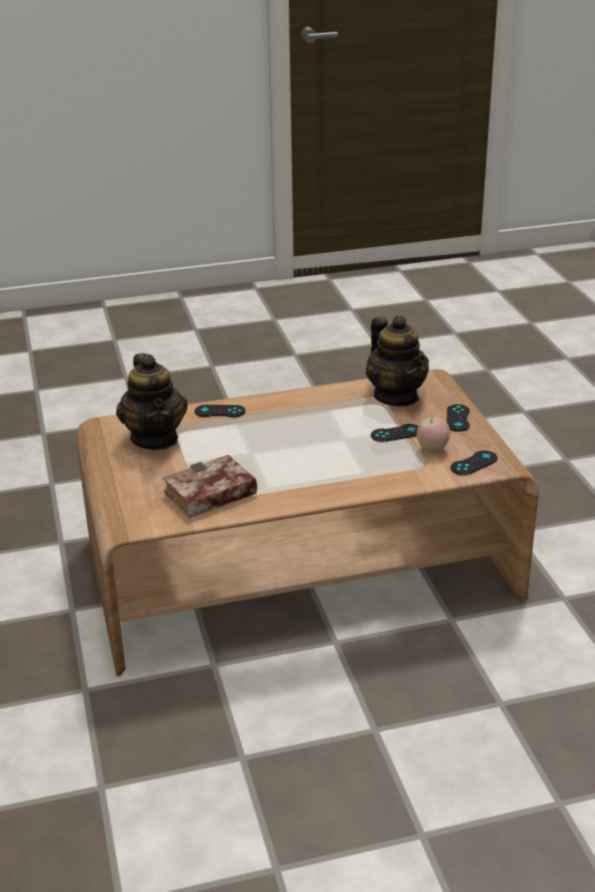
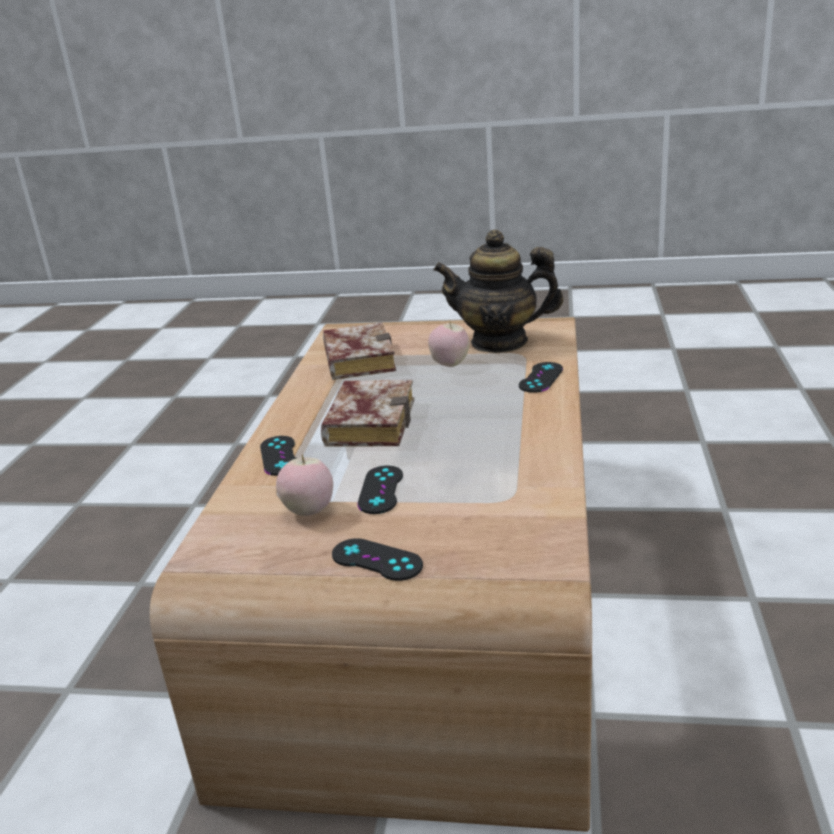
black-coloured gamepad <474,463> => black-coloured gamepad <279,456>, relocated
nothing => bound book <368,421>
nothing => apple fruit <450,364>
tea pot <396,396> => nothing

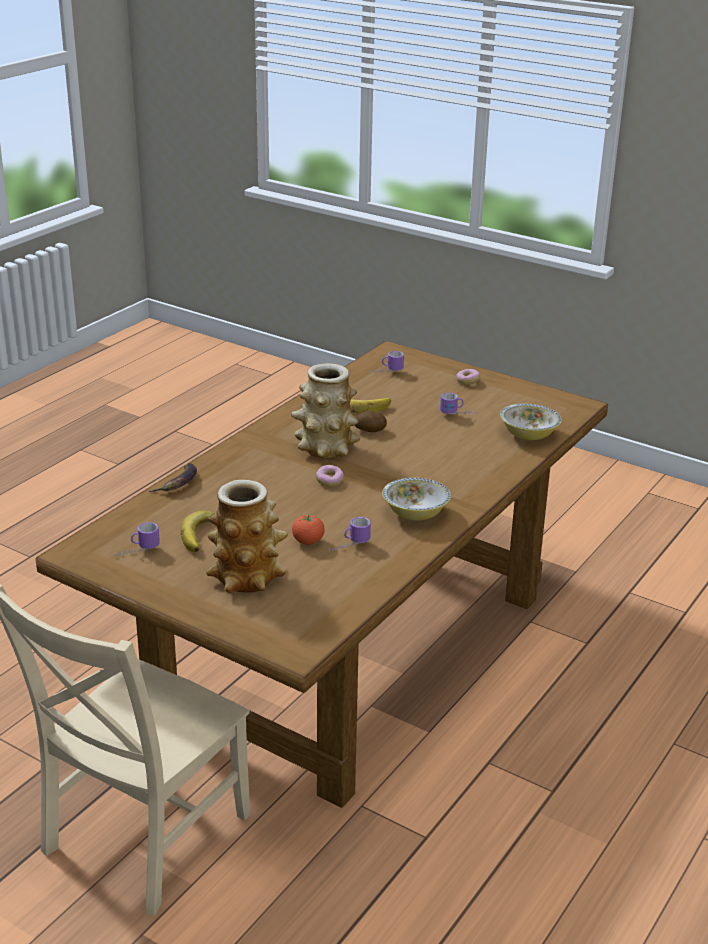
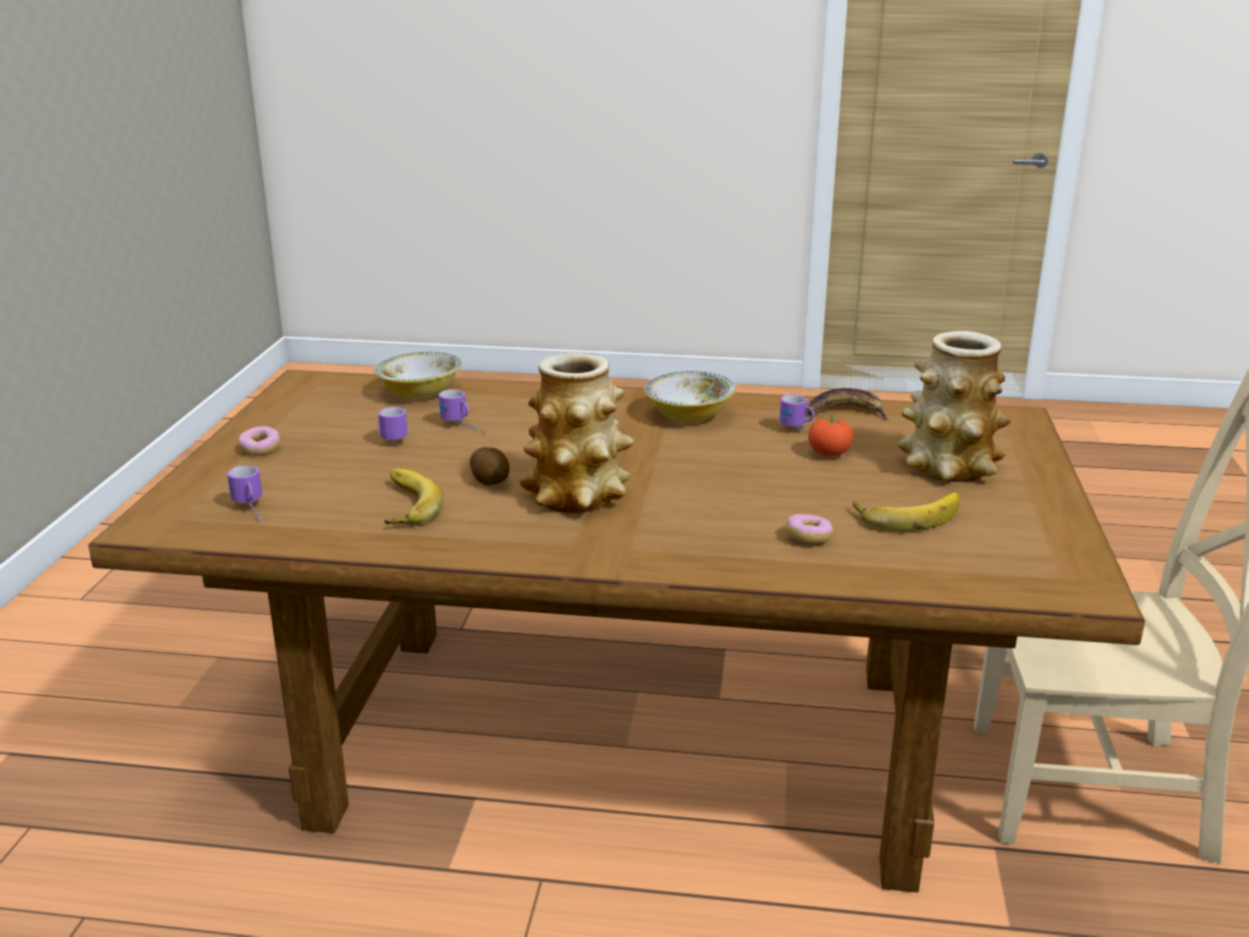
tea mug <137,551> => tea mug <464,428>, relocated
ring doughnut <329,481> => ring doughnut <808,538>, relocated
banana fruit <178,483> => banana fruit <845,412>, relocated

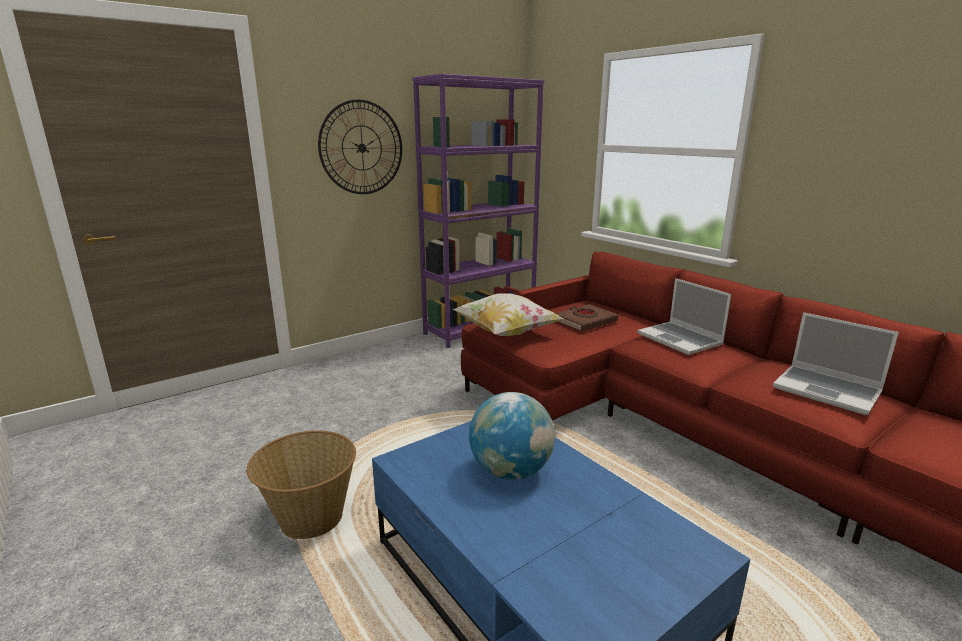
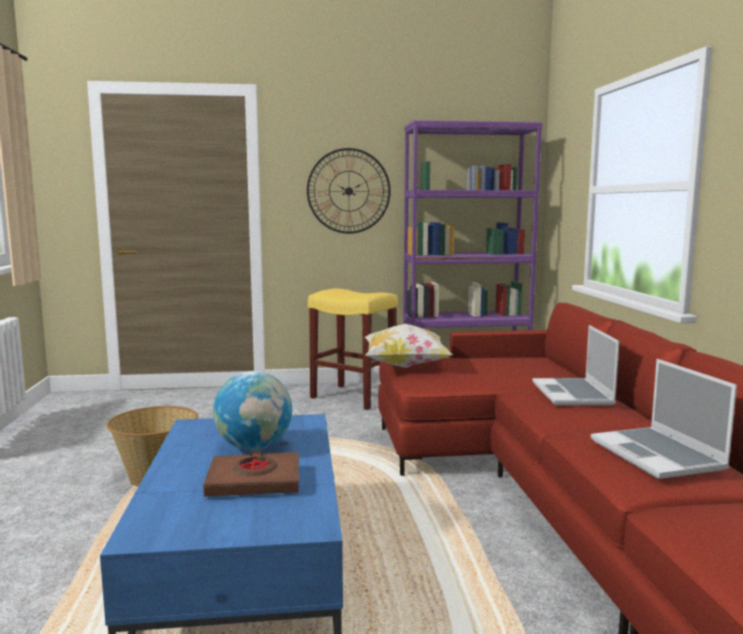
brown bound book <585,322> => brown bound book <254,481>, relocated
nothing => yellowish stool <354,397>

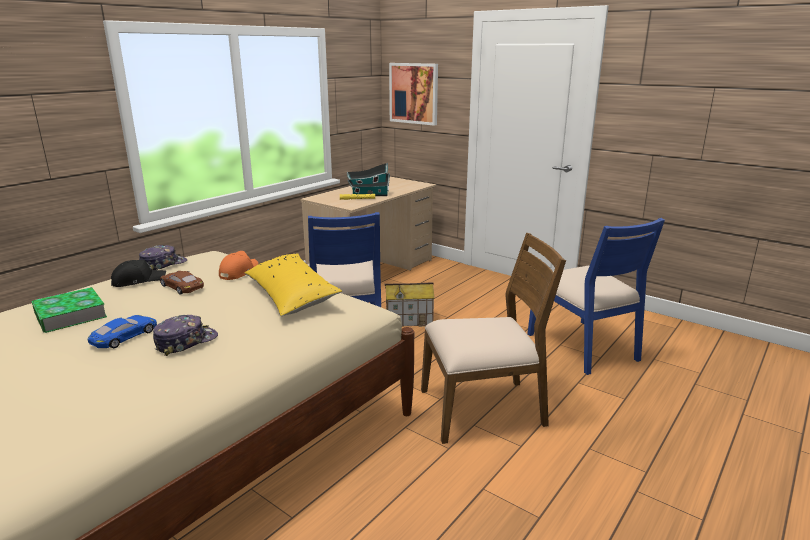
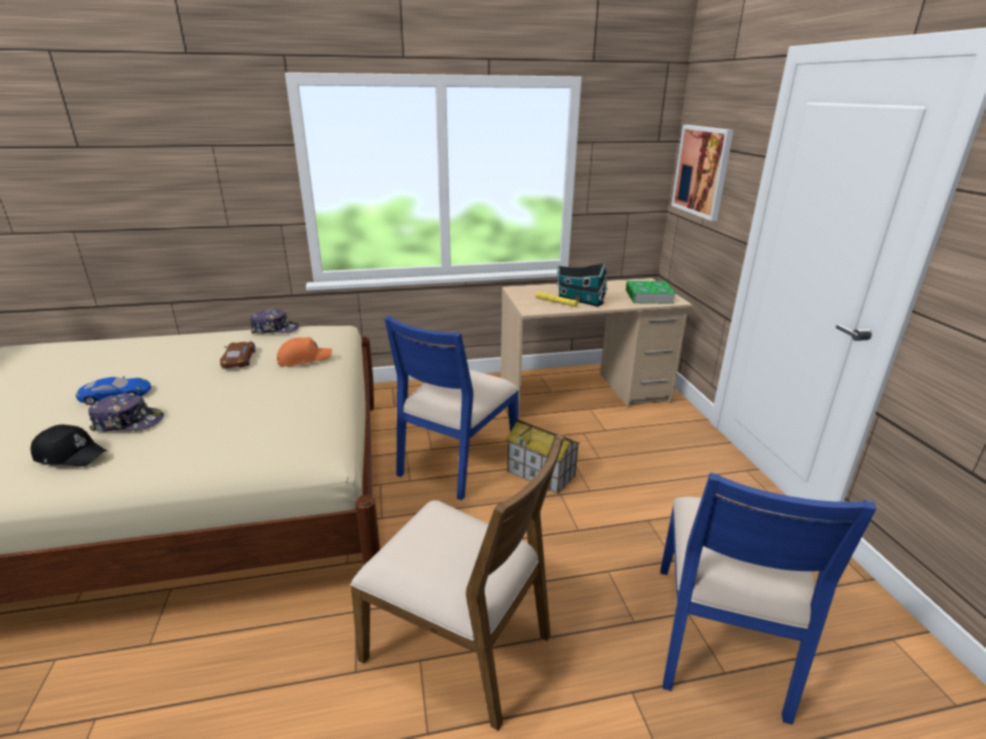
black-coloured baseball cap <138,280> => black-coloured baseball cap <71,454>, relocated
bound book <70,315> => bound book <648,296>, relocated
yellowish pillow <291,295> => nothing

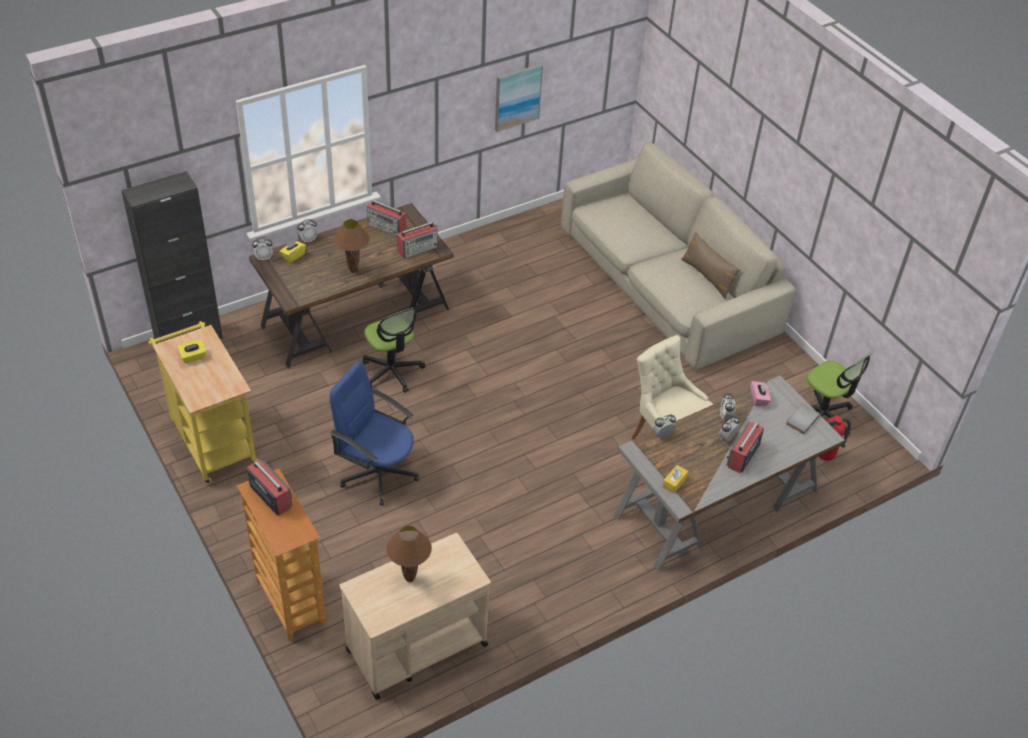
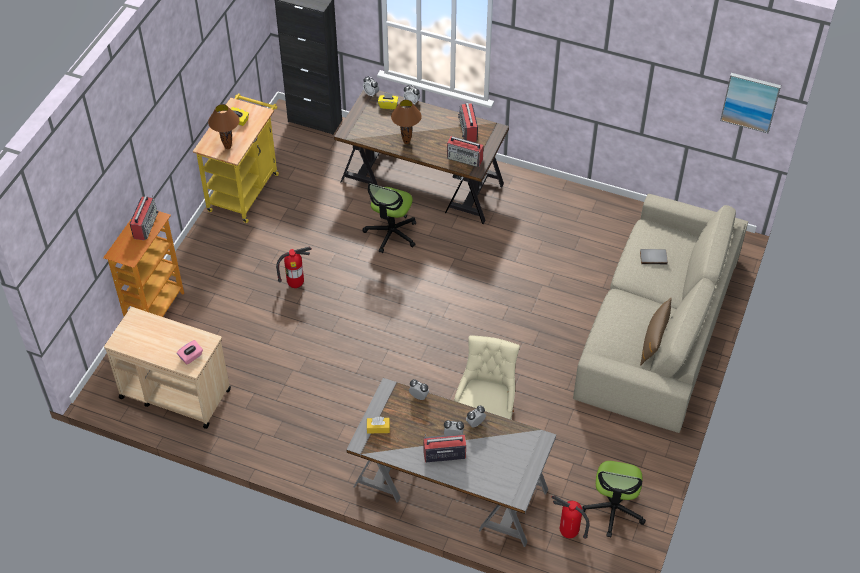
pink-coloured tissue holder <758,398> => pink-coloured tissue holder <191,357>, relocated
brown table lamp <409,579> => brown table lamp <227,147>, relocated
bluish computer chair <377,473> => fire-fighting cylinder <296,284>
grey bound book <801,419> => grey bound book <653,257>, relocated
wall picture <517,96> => wall picture <750,102>, relocated

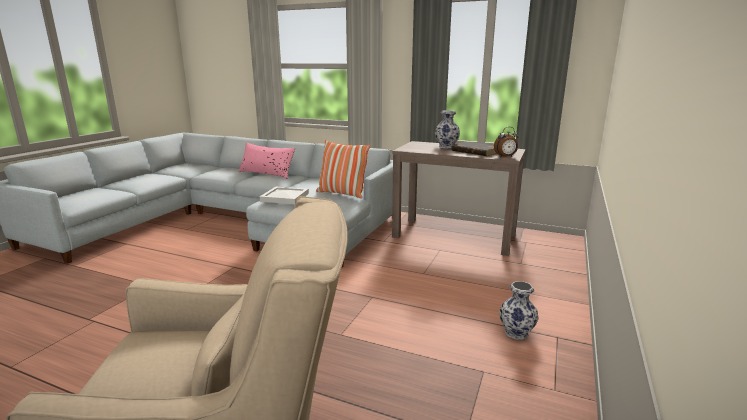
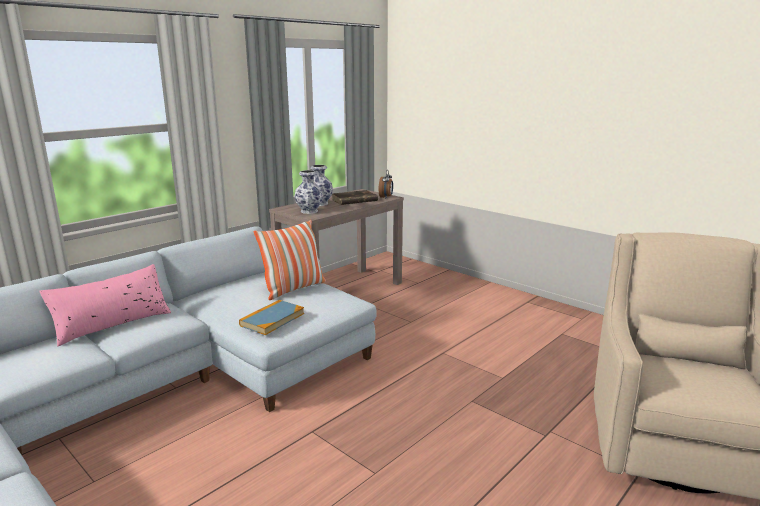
whitish carrying tray <284,197> => bound book <272,319>
flower vase <516,332> => flower vase <309,211>, relocated

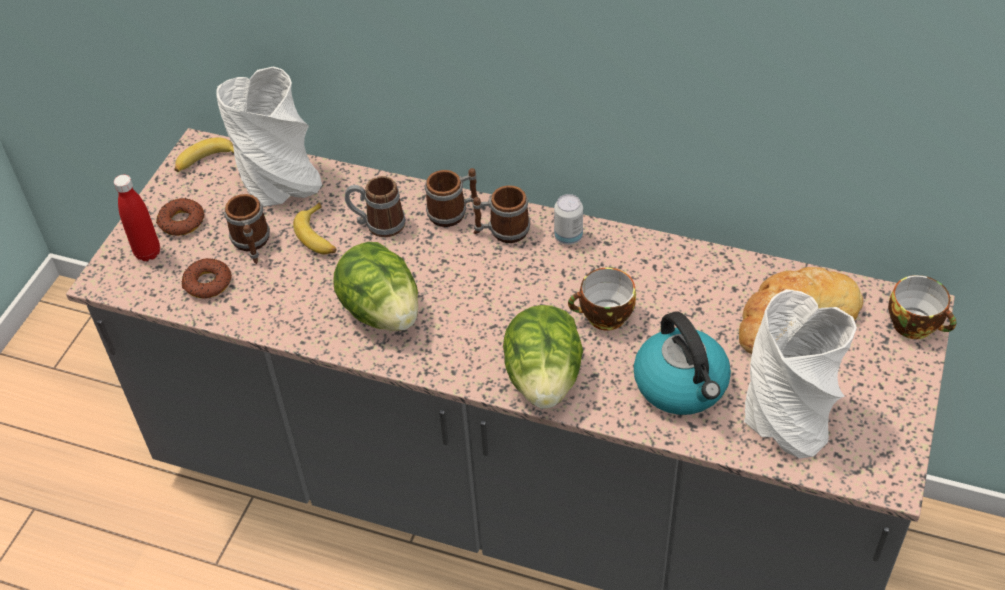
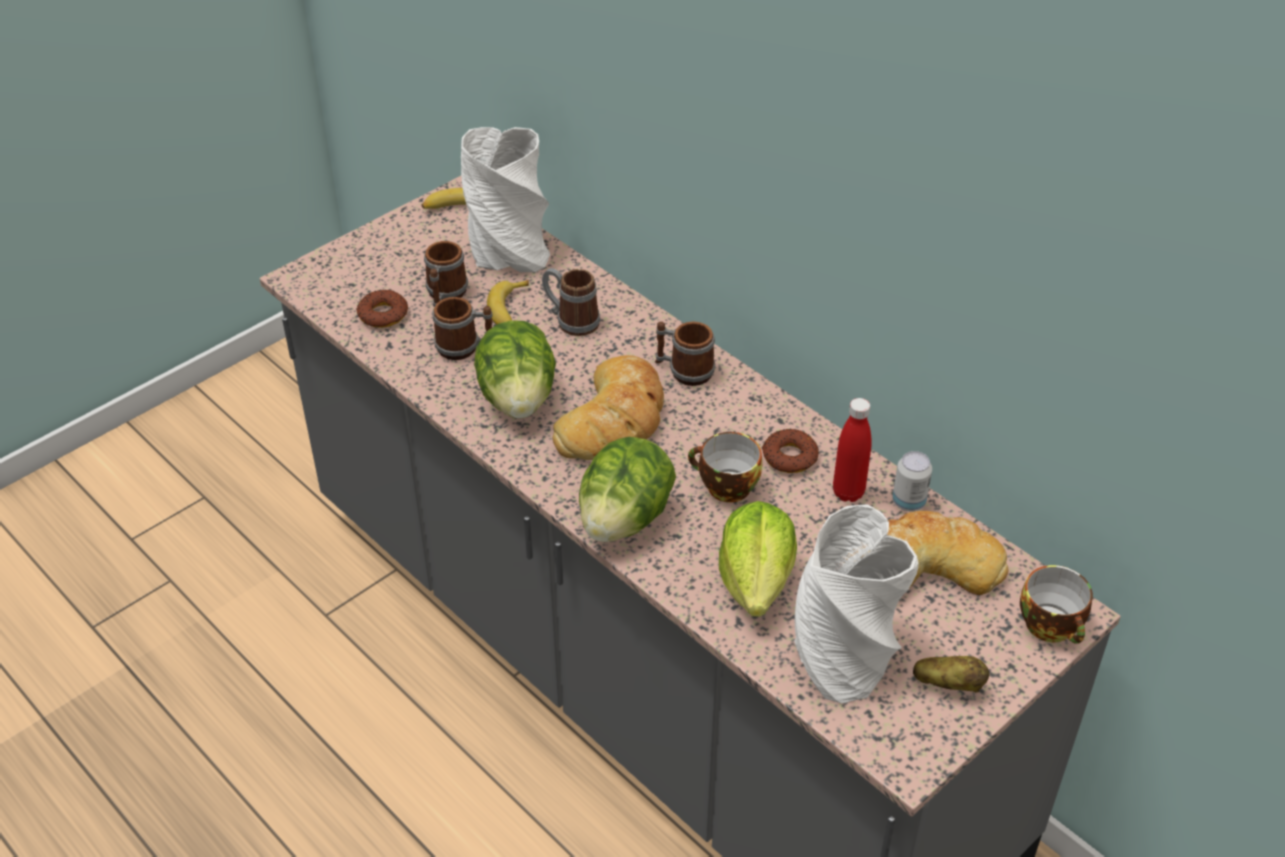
tea mug <454,212> => tea mug <465,348>, relocated
nothing => bakery bread <615,419>
kettle <682,385> => lettuce head <756,581>
ring doughnut <181,222> => ring doughnut <789,457>, relocated
red-coloured beverage bottle <148,253> => red-coloured beverage bottle <848,492>, relocated
sealed can <568,237> => sealed can <908,502>, relocated
nothing => potato <948,684>

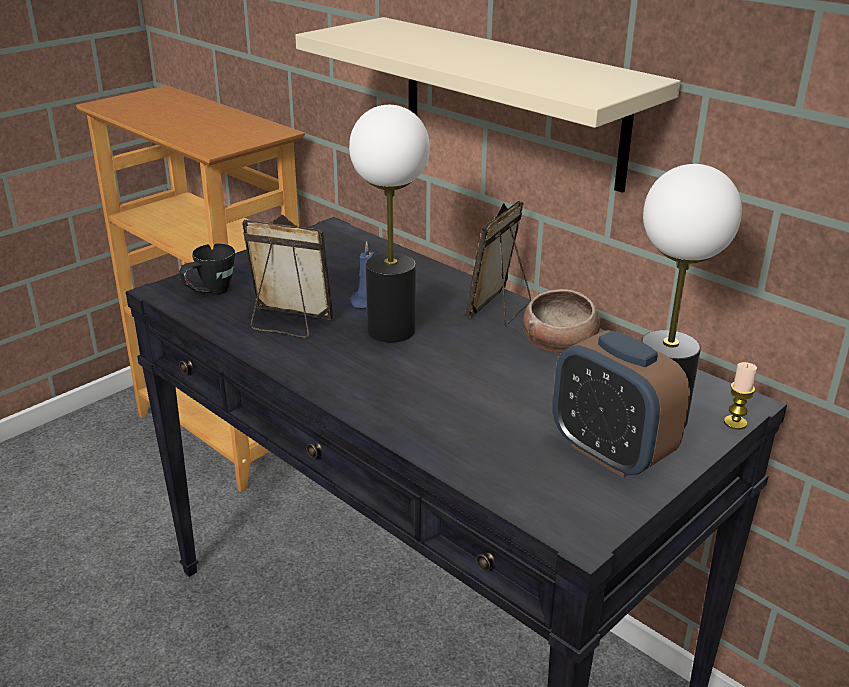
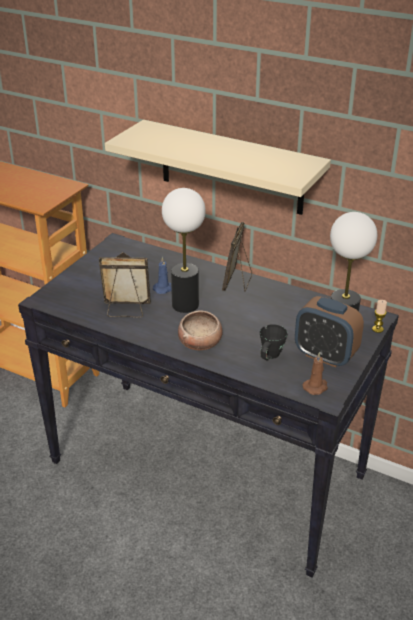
bowl <560,344> => bowl <200,342>, relocated
black-coloured tea mug <209,293> => black-coloured tea mug <269,358>, relocated
nothing => brown wax candle <316,387>

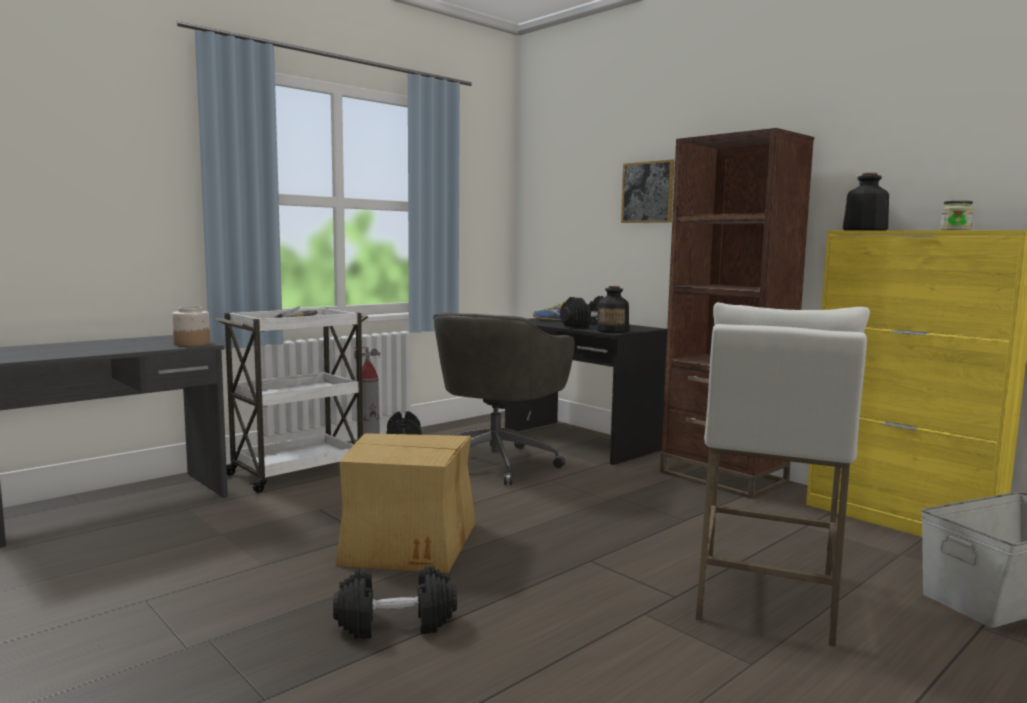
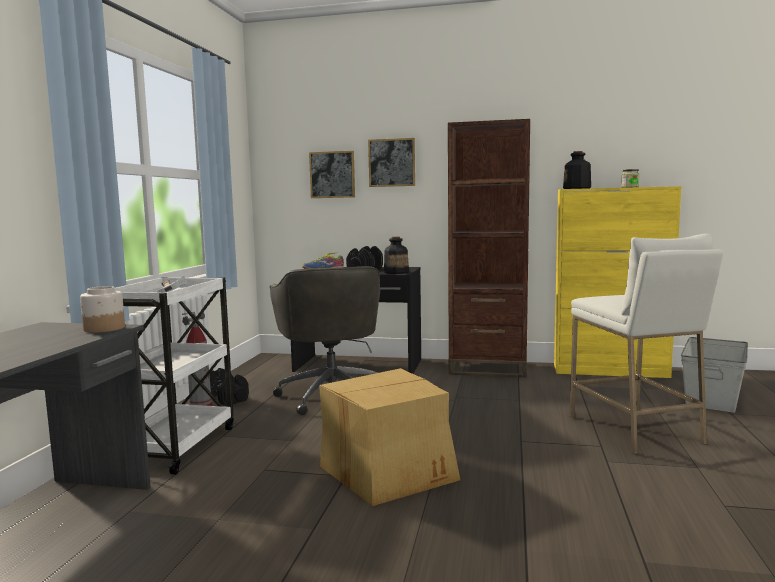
nothing => wall picture <332,174>
black-coloured hand weight <396,623> => nothing

